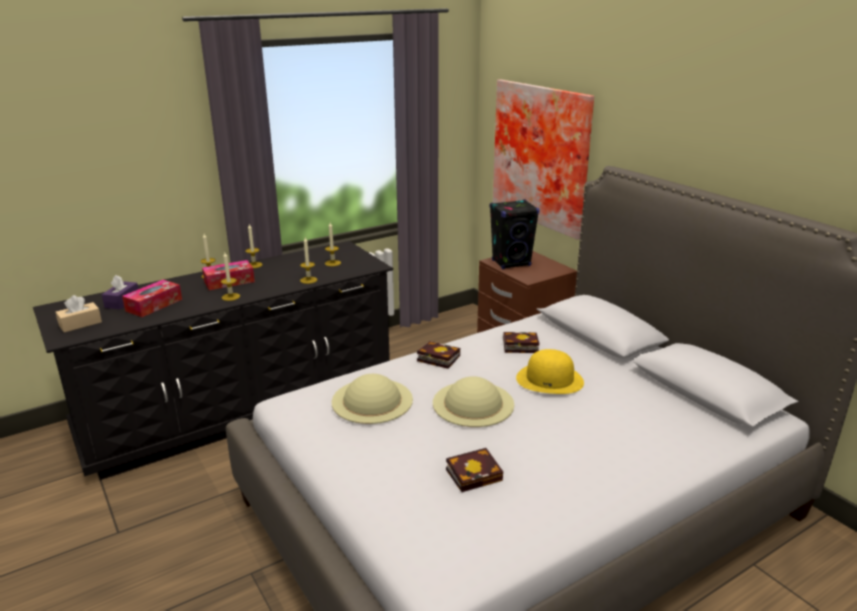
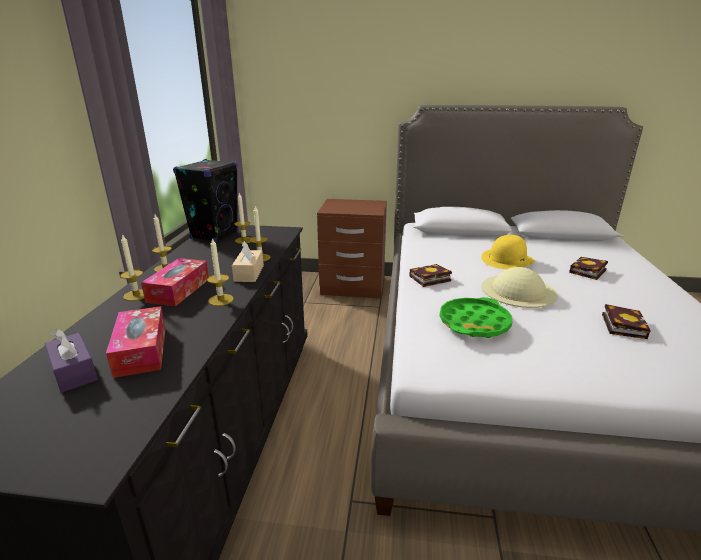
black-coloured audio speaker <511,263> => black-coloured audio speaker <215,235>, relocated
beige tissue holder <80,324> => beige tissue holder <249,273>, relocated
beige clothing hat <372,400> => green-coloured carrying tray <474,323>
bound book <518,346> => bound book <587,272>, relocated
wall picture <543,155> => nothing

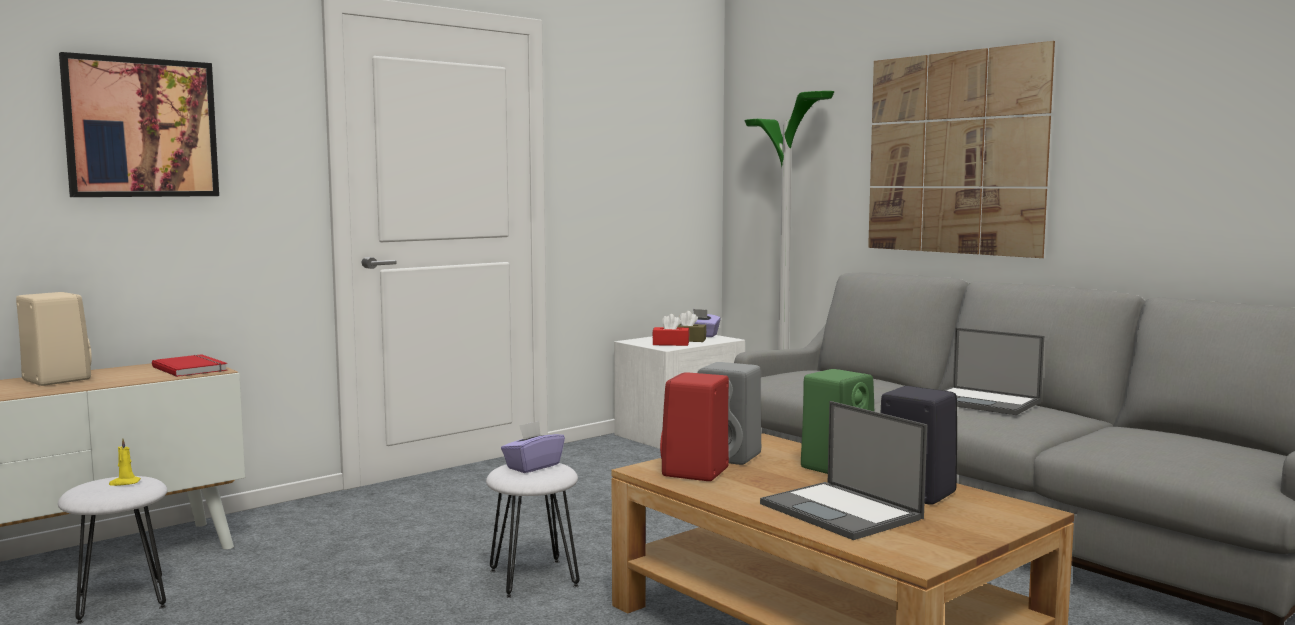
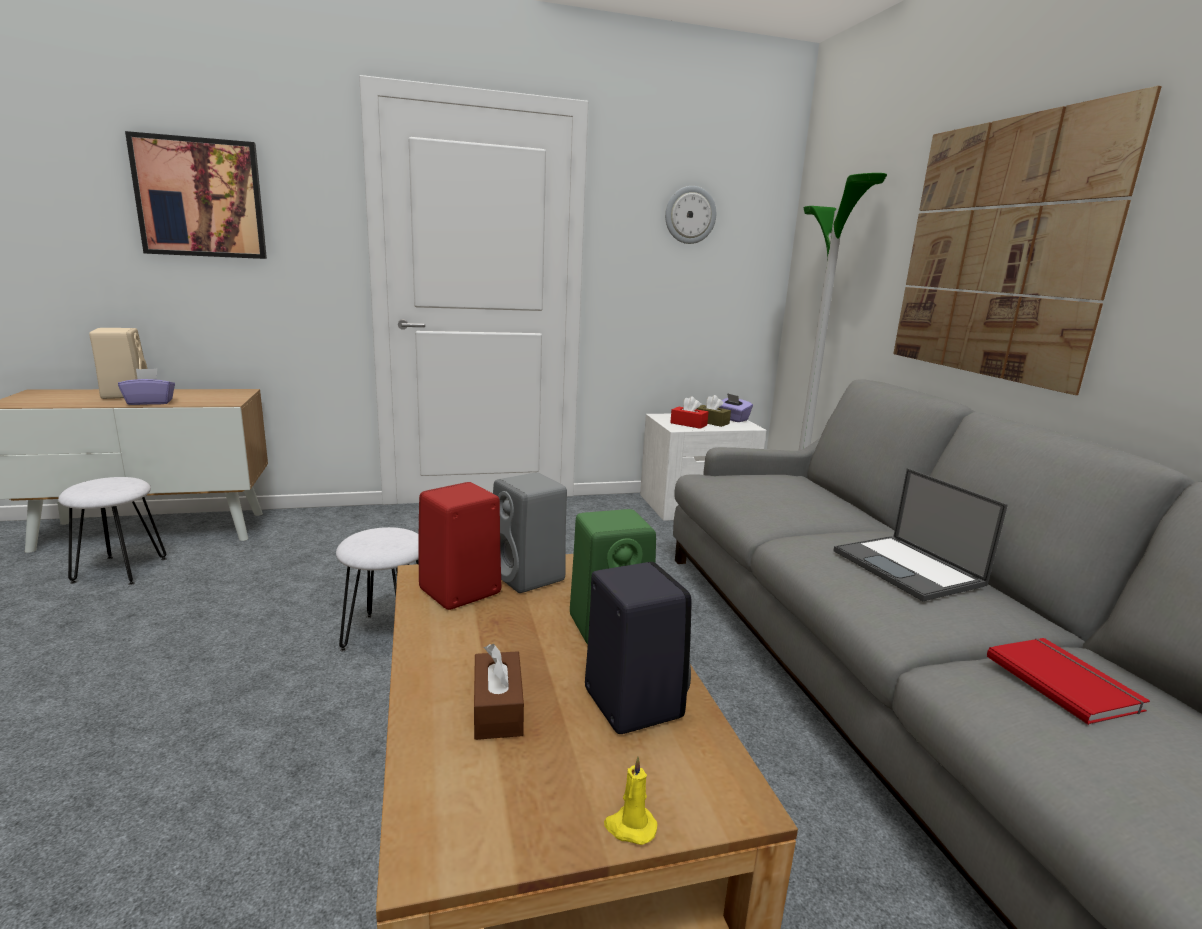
purple tissue holder <533,466> => purple tissue holder <150,402>, relocated
notebook computer <842,511> => brown tissue holder <497,709>
yellowish wax candle <124,483> => yellowish wax candle <630,827>, relocated
nothing => wall clock <690,215>
red-coloured bound book <192,368> => red-coloured bound book <1064,682>, relocated

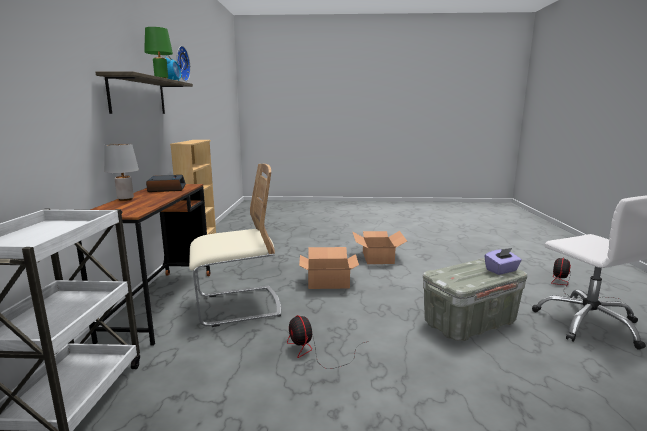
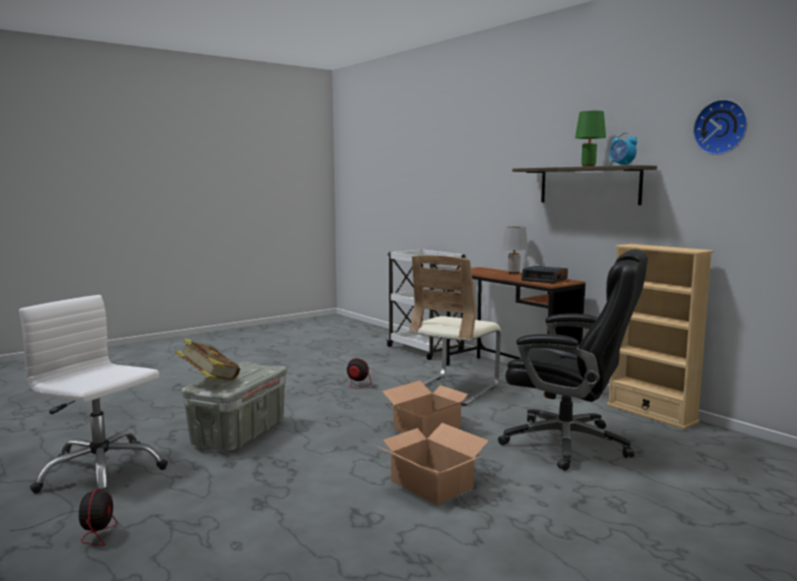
purple tissue holder <501,270> => bound book <209,382>
nothing => black-coloured computer chair <569,444>

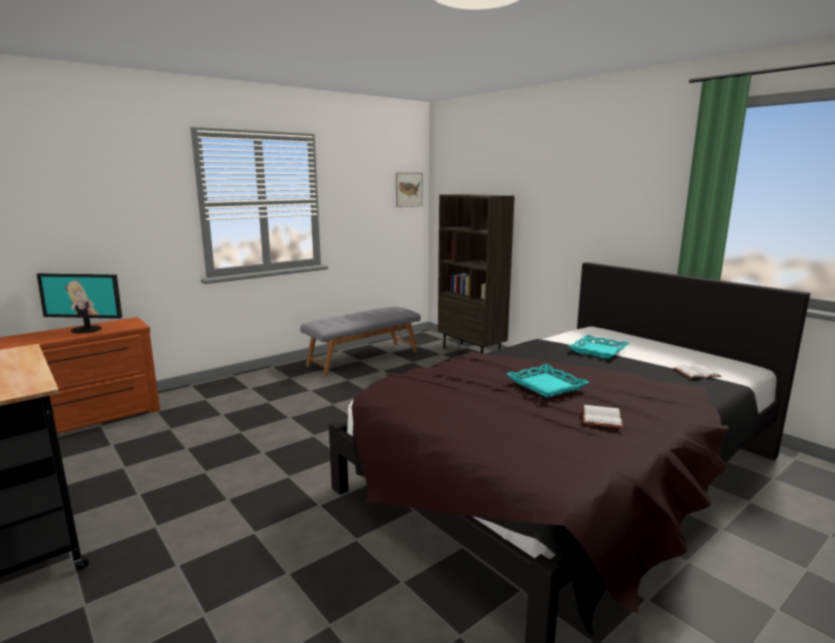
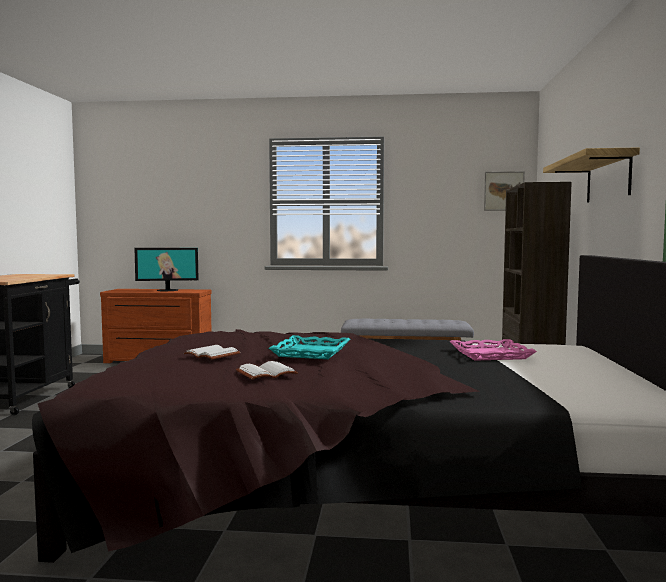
monitor <87,329> => monitor <167,290>, 60 degrees counterclockwise
whitish bound book <696,373> => whitish bound book <213,354>, relocated
turquoise-coloured carrying tray <599,350> => pink-coloured carrying tray <491,355>
nothing => shelf <608,178>

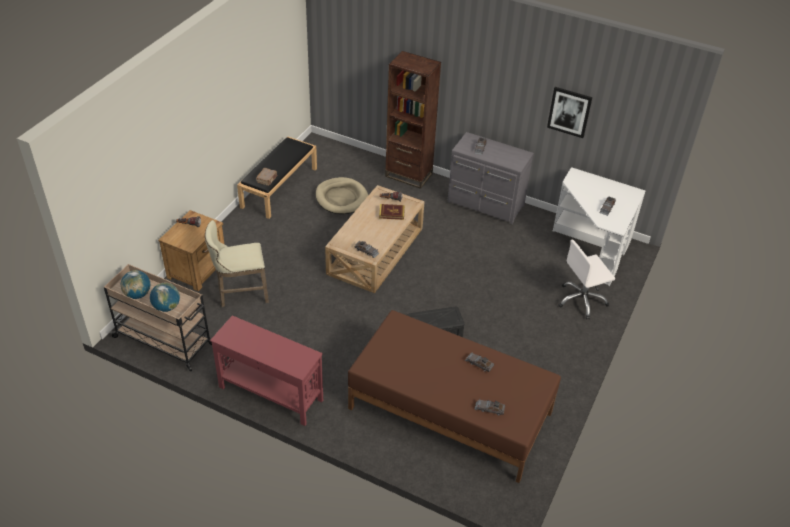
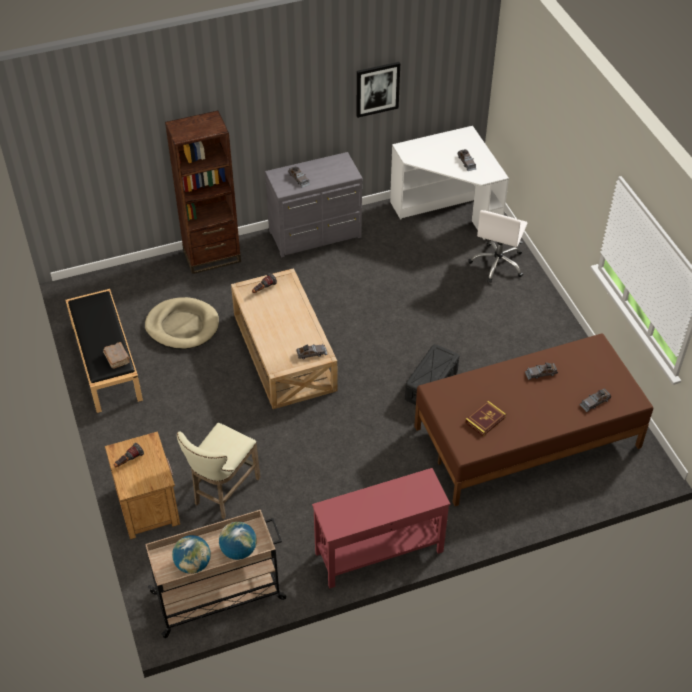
bound book <391,213> => bound book <485,420>, relocated

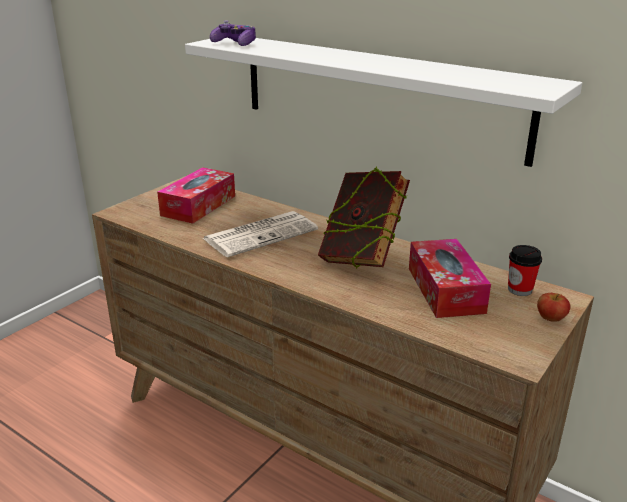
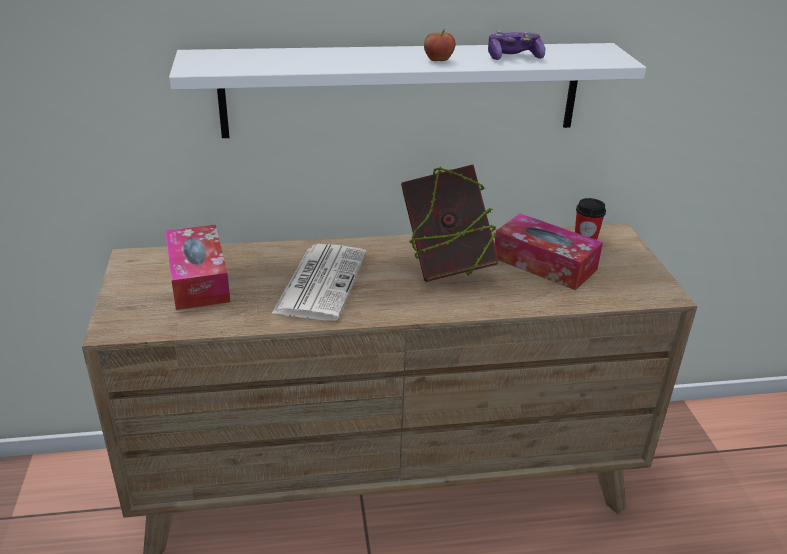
apple fruit <550,318> => apple fruit <438,60>, relocated
gamepad <235,44> => gamepad <513,57>, relocated

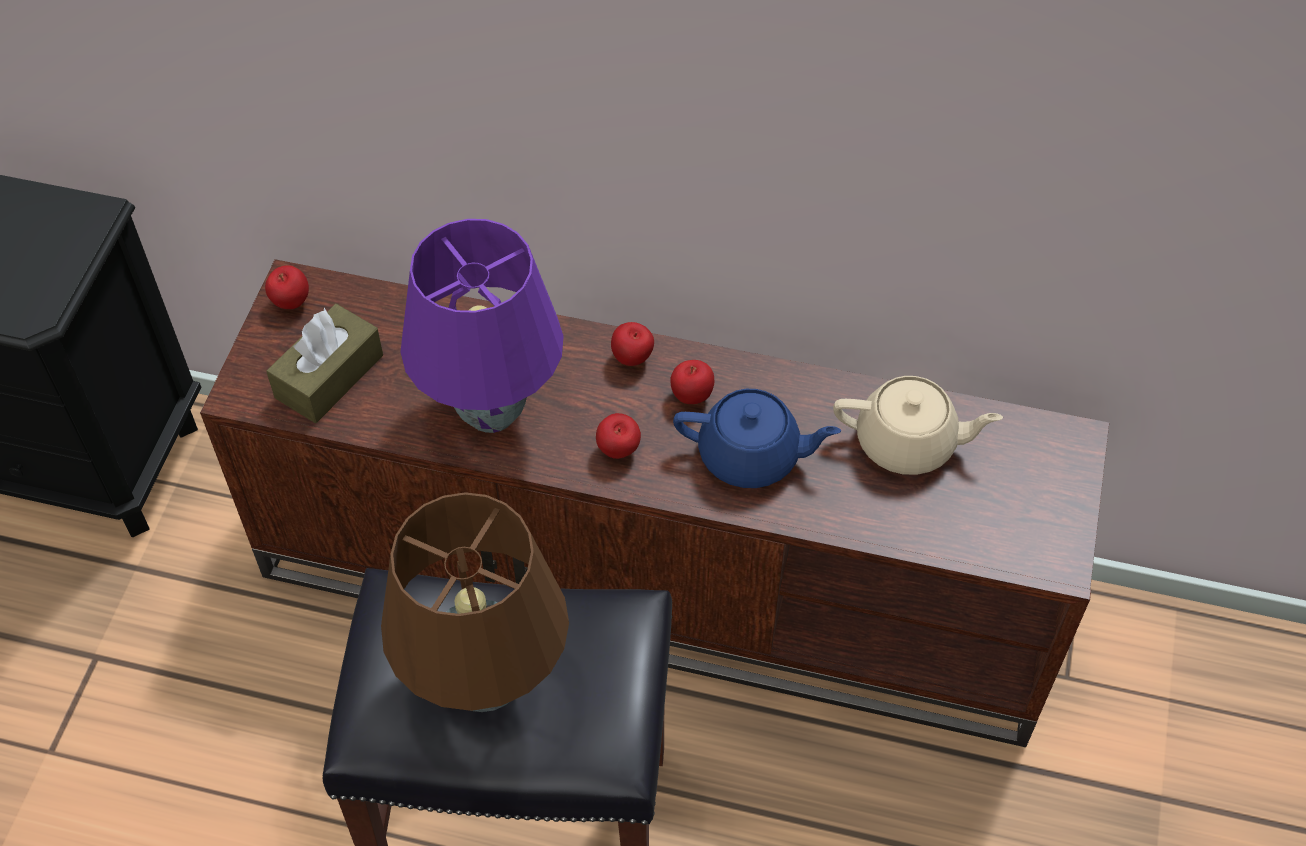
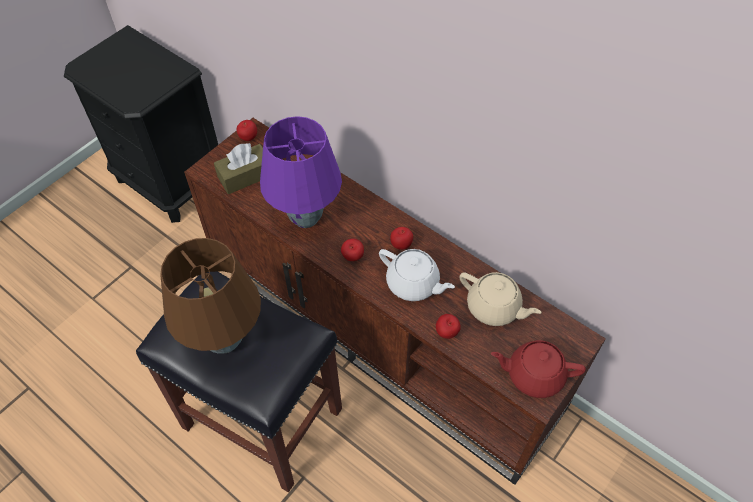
bluish tea pot <751,456> => whitish tea pot <413,284>
apple fruit <632,358> => apple fruit <446,333>, relocated
nothing => red-coloured tea pot <533,375>

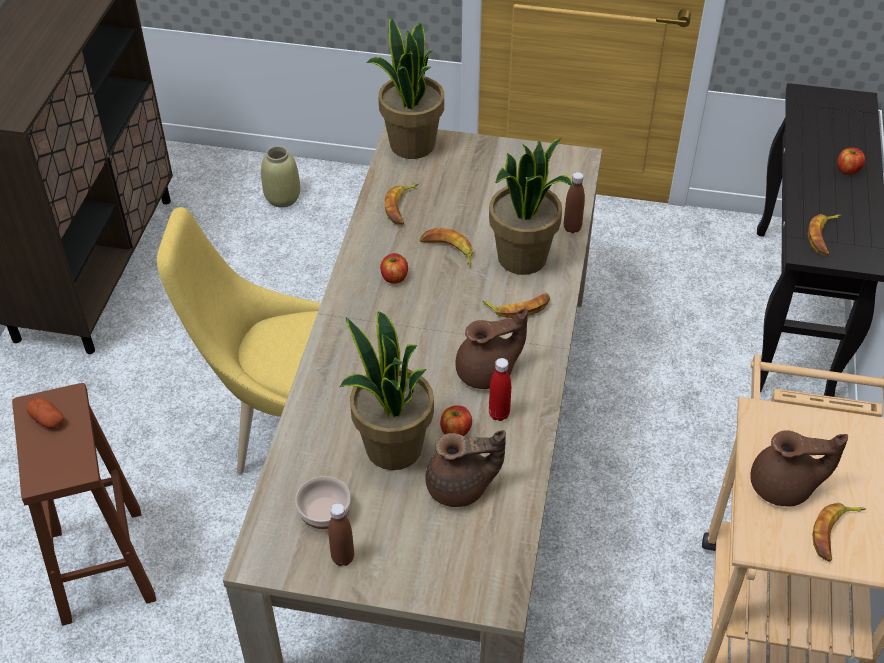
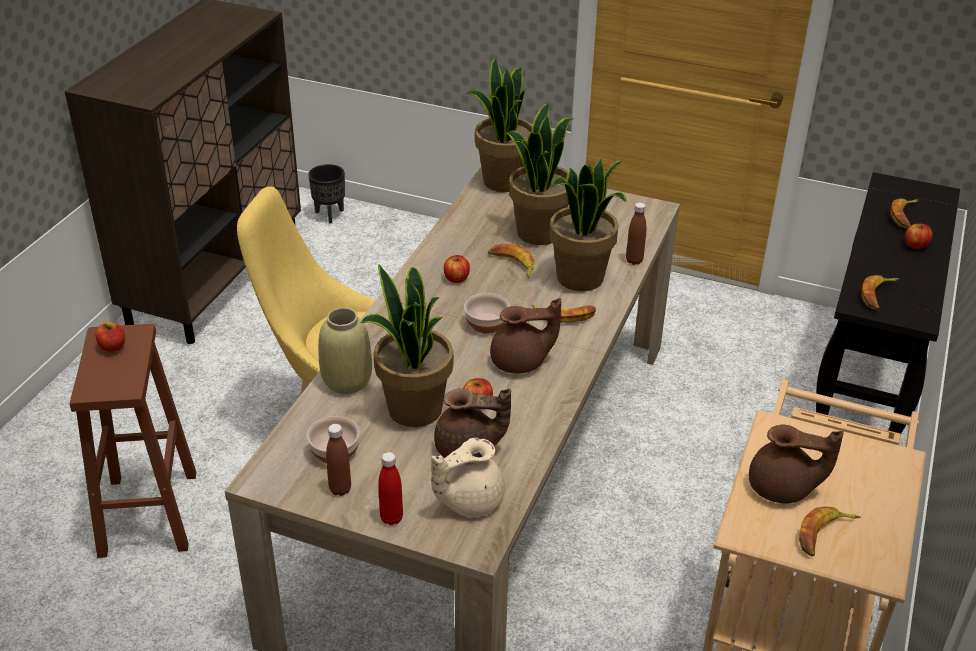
potato <47,419> => apple fruit <113,347>
nothing => black-coloured flower pot <330,215>
beige flower vase <283,198> => beige flower vase <347,381>, relocated
red-coloured beverage bottle <499,414> => red-coloured beverage bottle <391,518>, relocated
nothing => beige tea pot <469,500>
nothing => bowl <487,324>
nothing => houseplant <538,232>
banana fruit <401,207> => banana fruit <904,216>, relocated

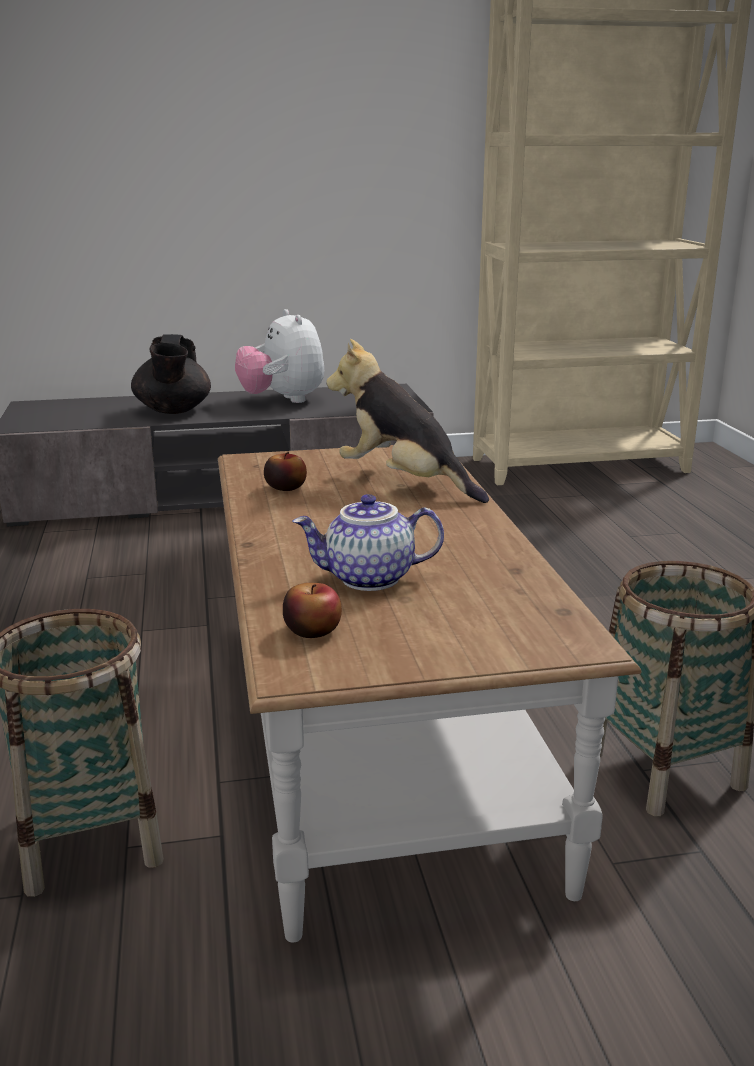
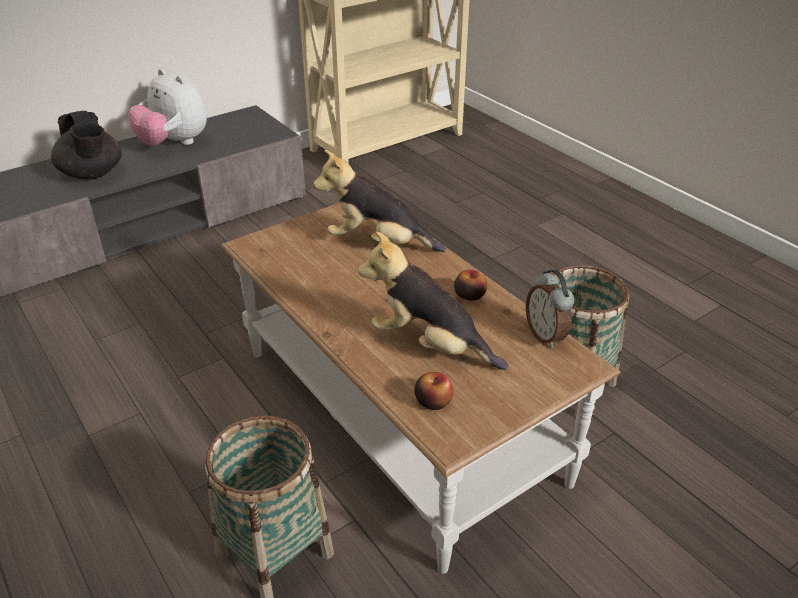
tea pot <368,579> => cuddly toy <430,345>
apple fruit <285,487> => apple fruit <469,295>, relocated
nothing => bedside clock <546,335>

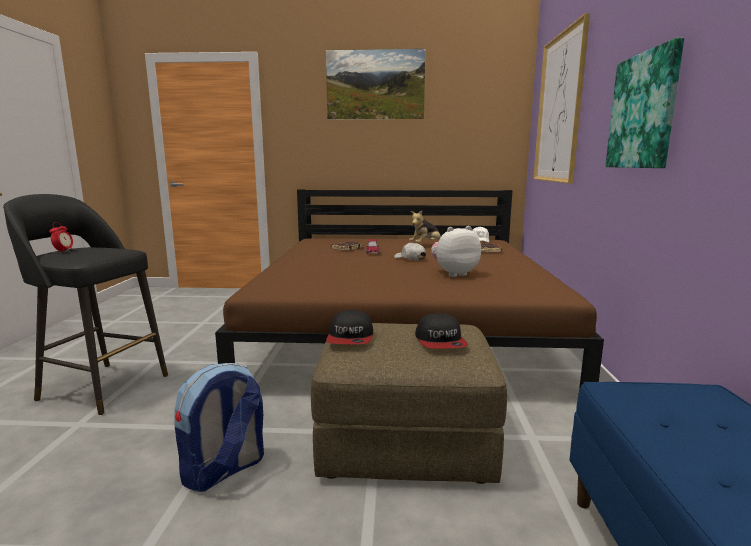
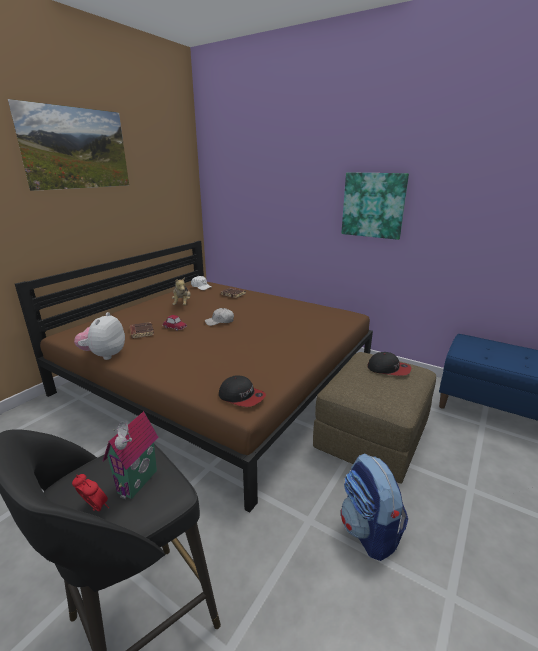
cuddly toy <454,274> => cuddly toy <104,355>, relocated
nothing => toy house <139,483>
baseball cap <350,338> => baseball cap <242,396>, relocated
wall picture <559,109> => nothing

